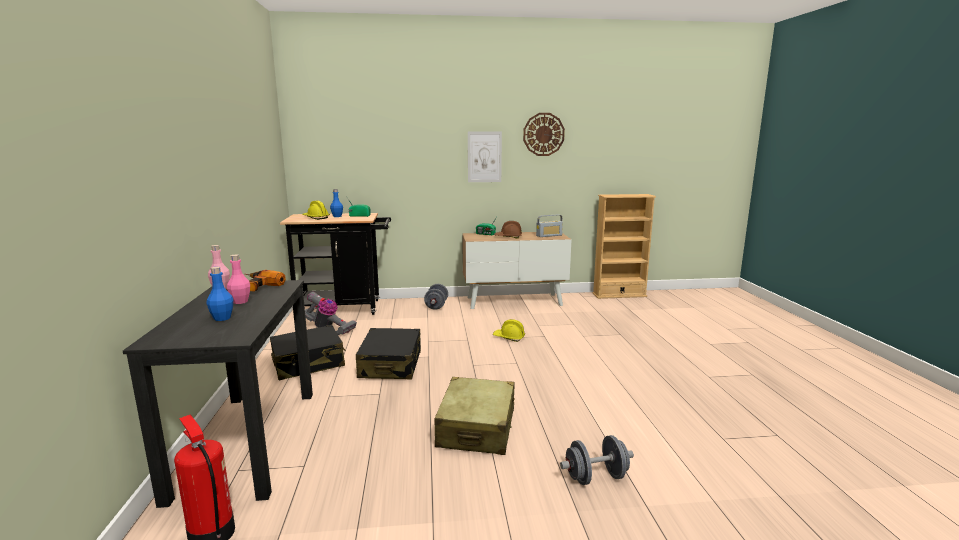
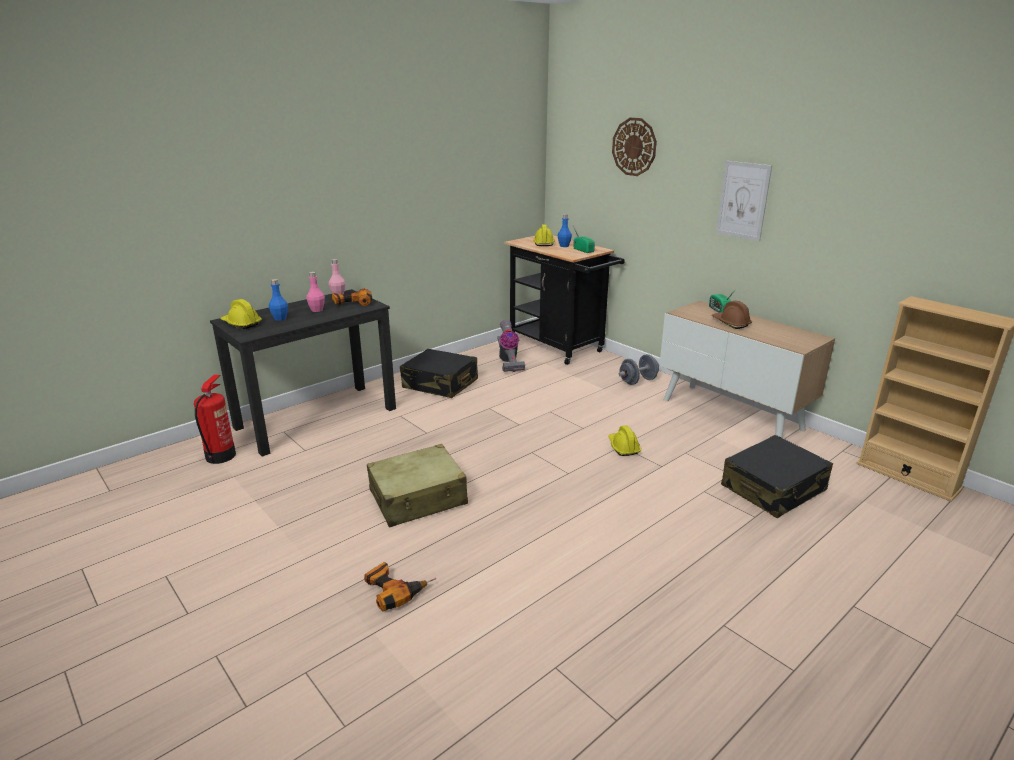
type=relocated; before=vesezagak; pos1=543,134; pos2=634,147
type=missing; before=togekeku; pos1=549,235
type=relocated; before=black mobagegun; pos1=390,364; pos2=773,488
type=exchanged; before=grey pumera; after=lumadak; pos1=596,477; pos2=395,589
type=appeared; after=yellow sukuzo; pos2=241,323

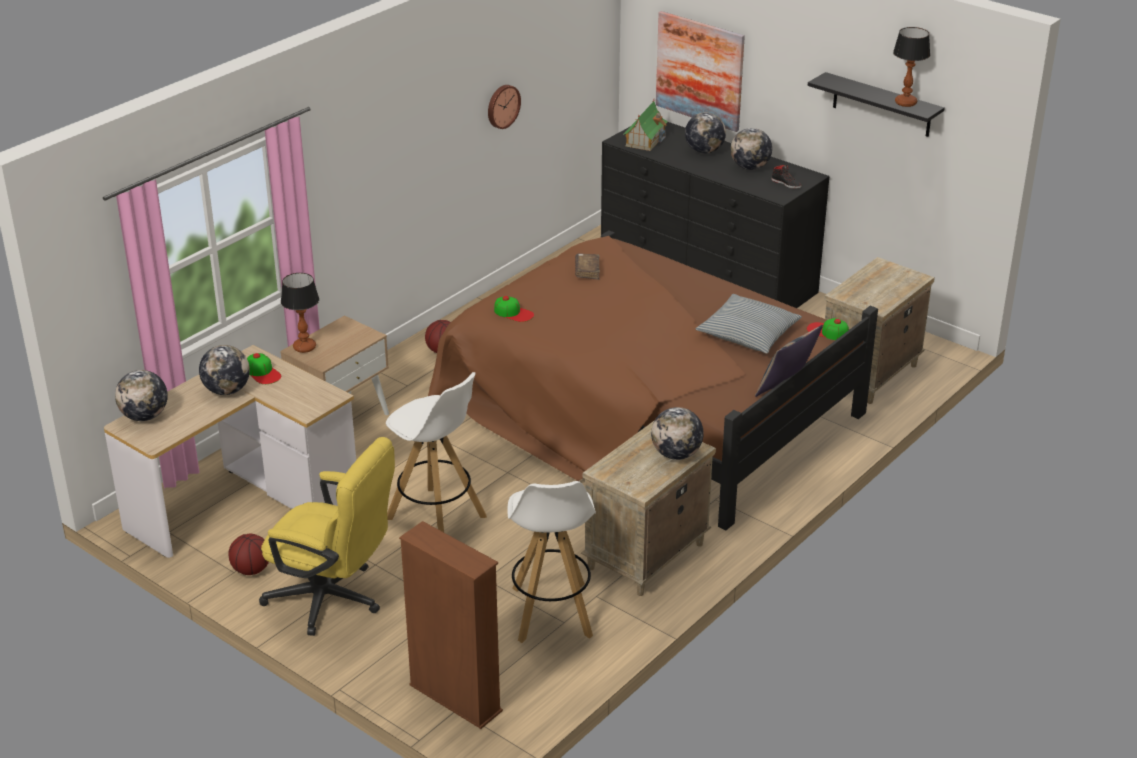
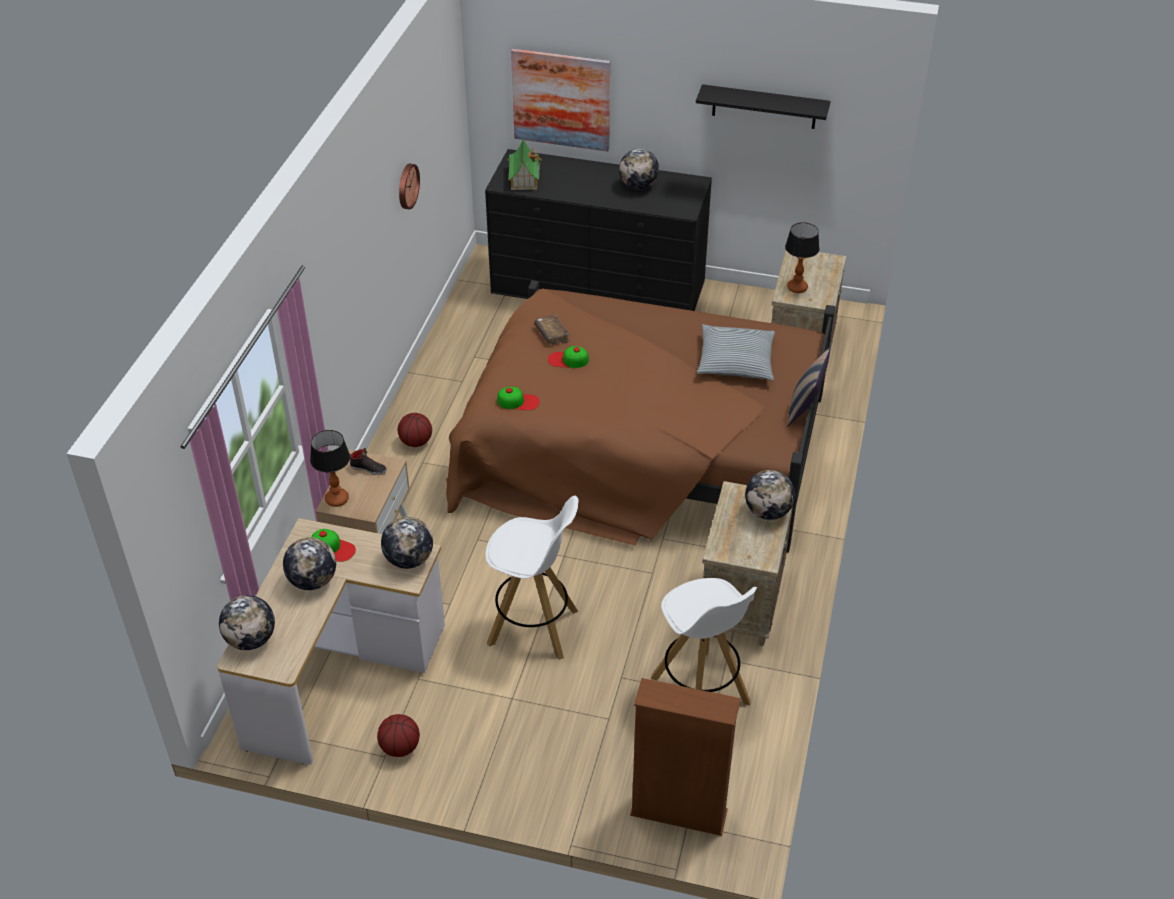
type=relocated; before=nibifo; pos1=905,102; pos2=797,287
type=relocated; before=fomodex; pos1=704,151; pos2=409,560
type=relocated; before=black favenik; pos1=786,183; pos2=369,468
type=relocated; before=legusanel; pos1=827,331; pos2=568,360
type=missing; before=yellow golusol; pos1=334,600

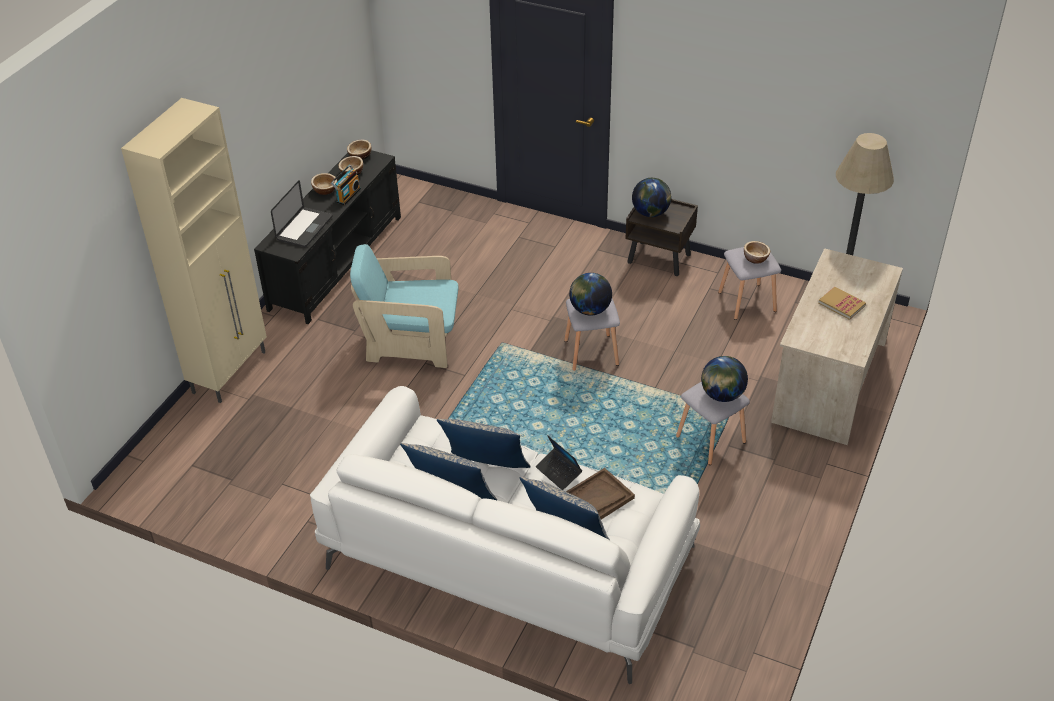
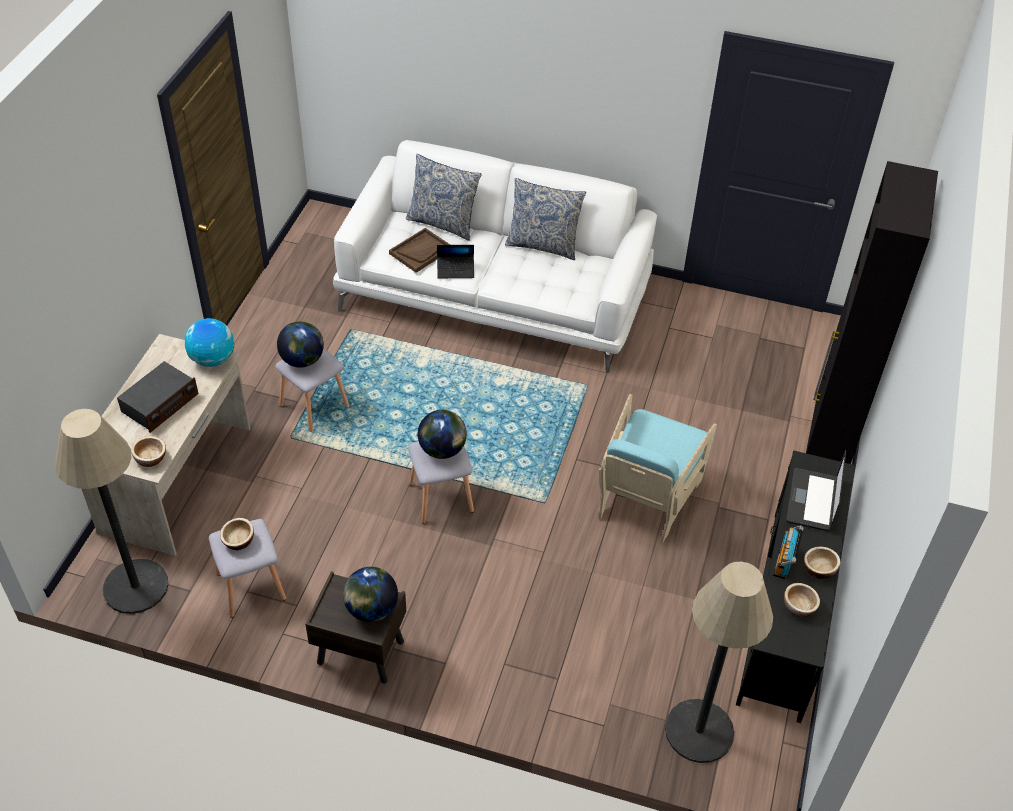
type=colour; before=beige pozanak; after=black pozanak; pos1=230,371; pos2=827,445
type=relocated; before=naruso; pos1=360,156; pos2=150,458
type=spun; before=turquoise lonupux; pos1=411,342; pos2=647,496; turn=120
type=exchanged; before=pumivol; after=togekeku; pos1=841,304; pos2=160,404
type=missing; before=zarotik; pos1=486,470
type=spun; before=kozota; pos1=558,472; pos2=455,270; turn=135
type=appeared; after=fomodex; pos2=212,359
type=appeared; after=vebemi; pos2=699,731

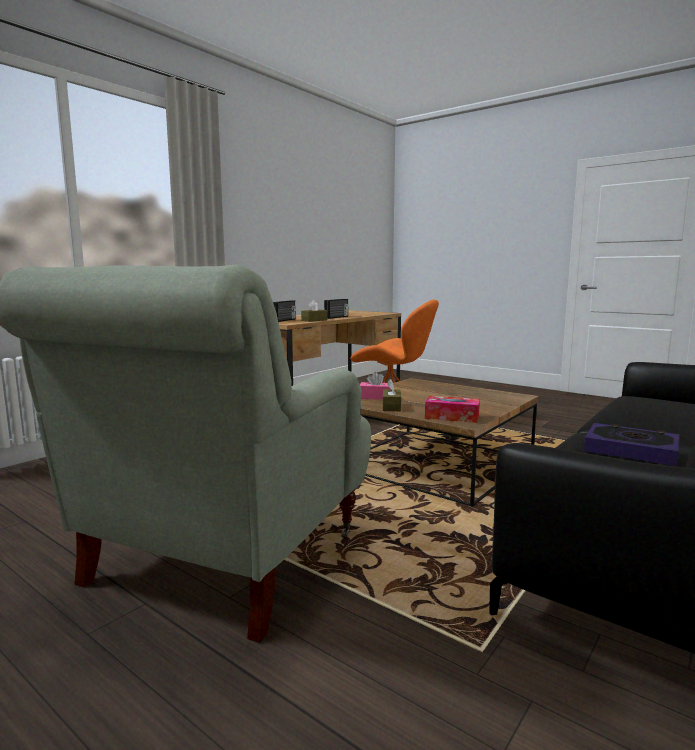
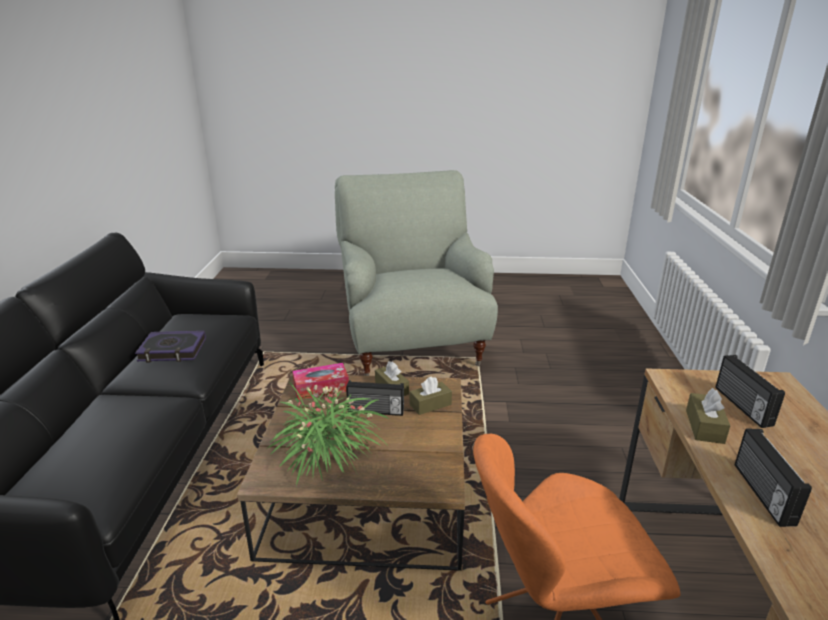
type=colour; before=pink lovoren; after=brown lovoren; pos1=375,397; pos2=430,404
type=appeared; after=togekeku; pos2=375,411
type=appeared; after=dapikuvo; pos2=327,452

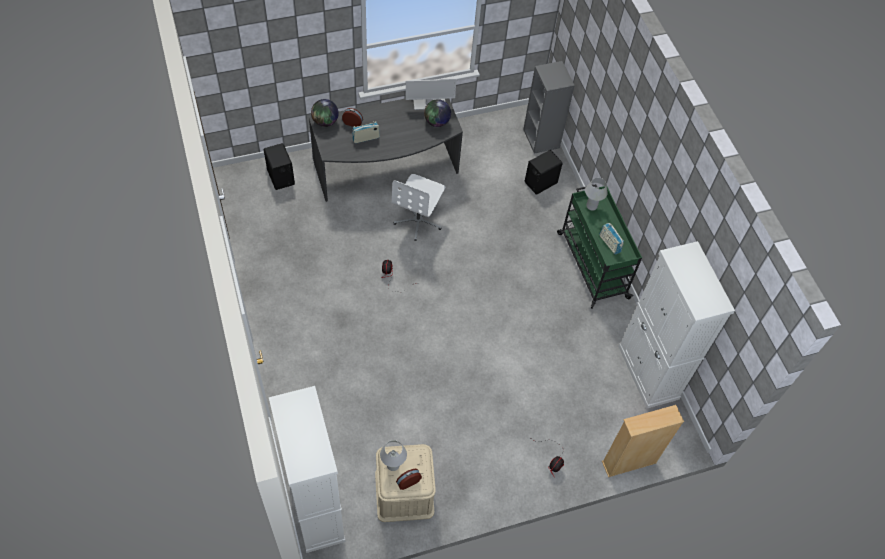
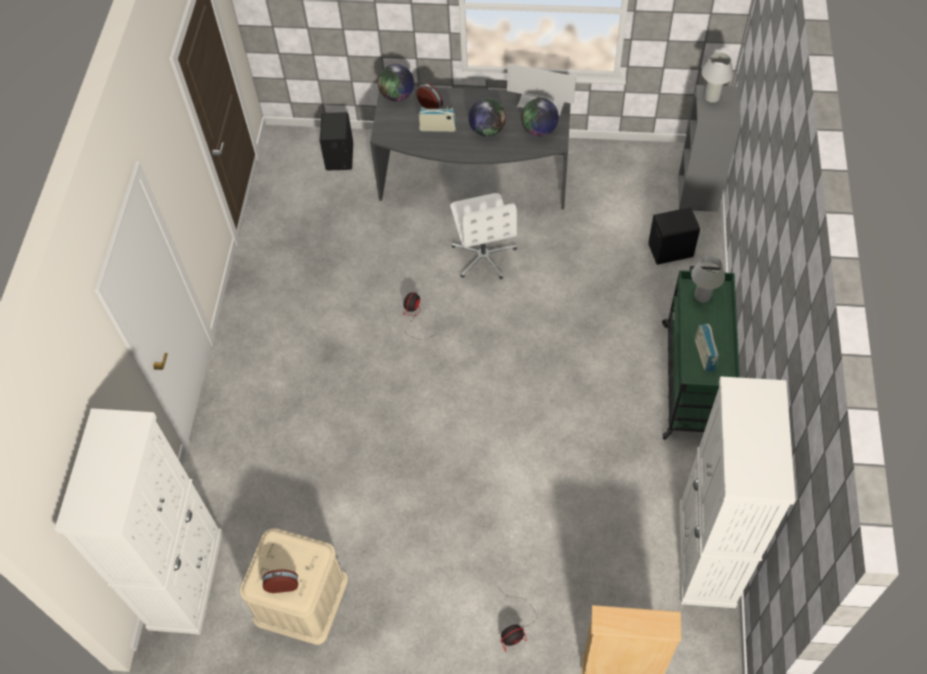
type=spun; before=white golusol; pos1=418,220; pos2=484,255; turn=-60
type=relocated; before=white nibifo; pos1=393,465; pos2=712,97
type=appeared; after=fomodex; pos2=487,130

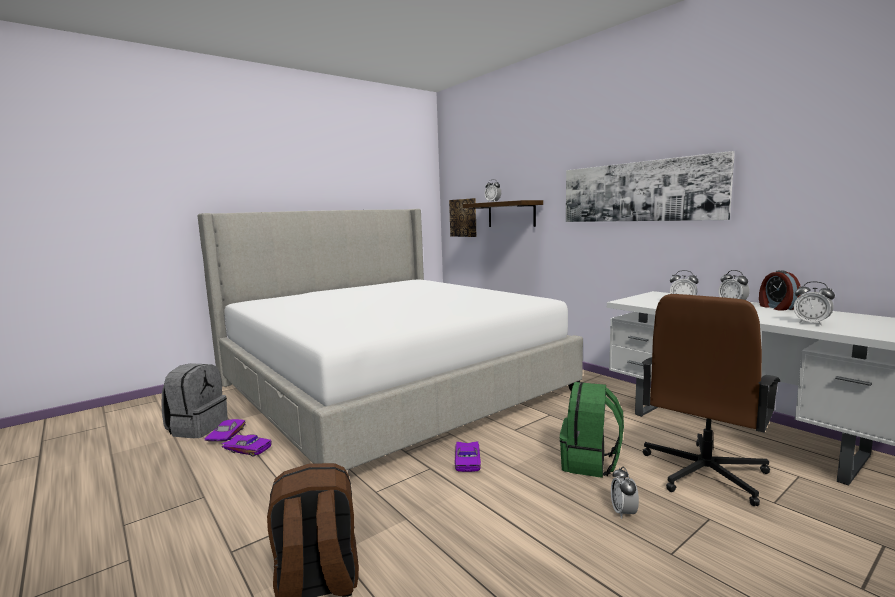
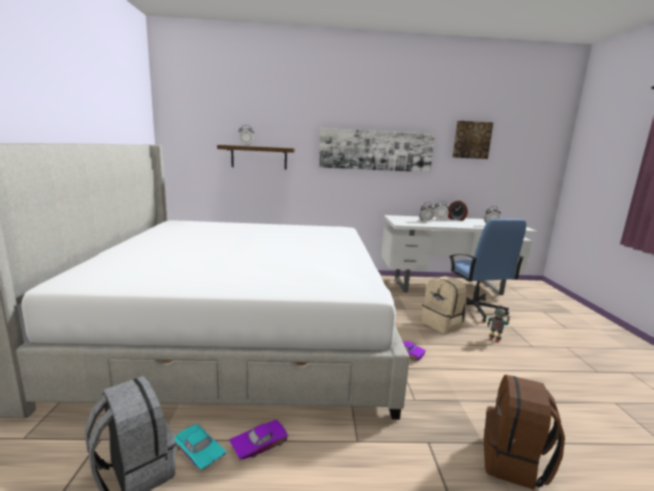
type=relocated; before=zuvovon; pos1=463,218; pos2=471,140
type=colour; before=brown golusol; after=blue golusol; pos1=703,473; pos2=474,309
type=colour; before=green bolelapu; after=beige bolelapu; pos1=590,463; pos2=442,324
type=colour; before=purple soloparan; after=turquoise soloparan; pos1=225,435; pos2=197,453
type=exchanged; before=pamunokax; after=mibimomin; pos1=623,512; pos2=494,339

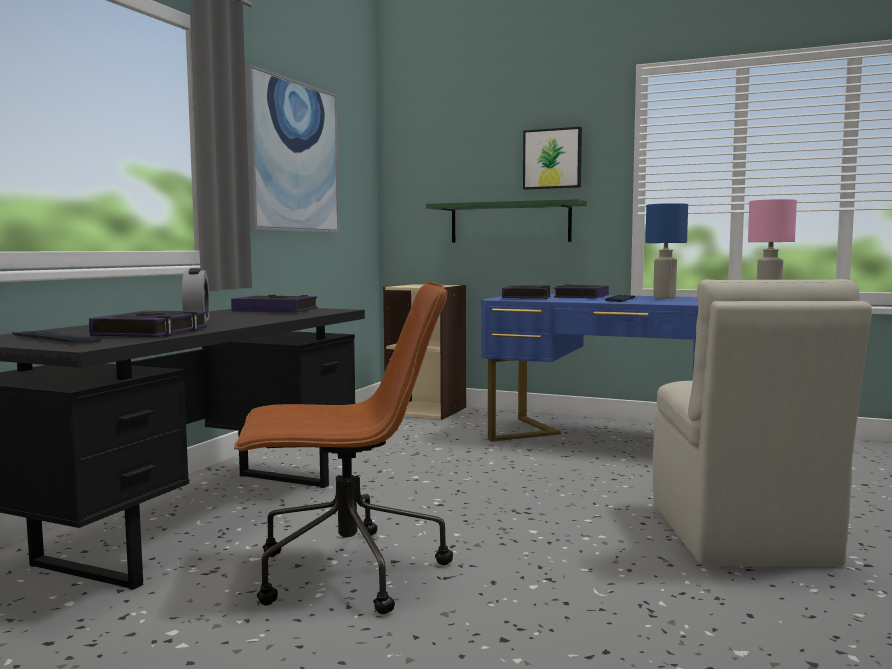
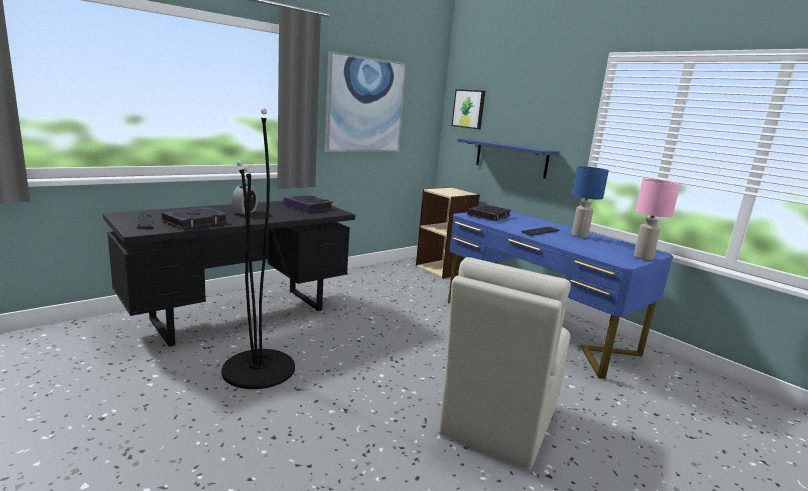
type=relocated; before=zuvovon; pos1=552,159; pos2=469,109
type=colour; before=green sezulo; after=blue sezulo; pos1=510,222; pos2=511,158
type=exchanged; before=brown golusol; after=black vebemi; pos1=345,572; pos2=259,369
type=missing; before=pumivol; pos1=581,297

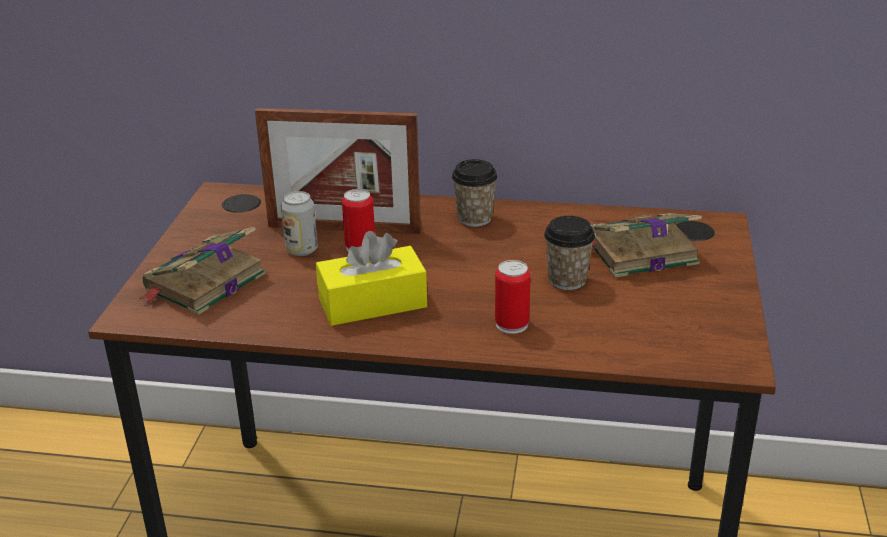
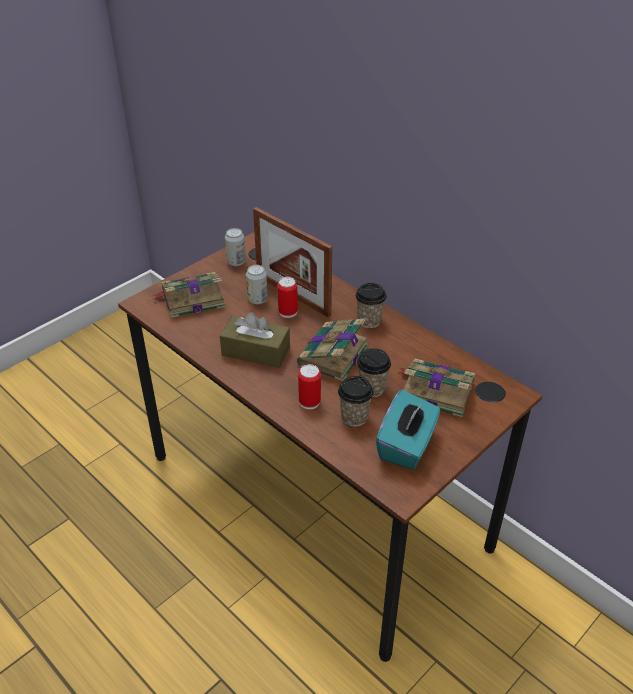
type=colour; before=yellow lovoren; after=brown lovoren; pos1=372,303; pos2=256,351
type=appeared; after=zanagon; pos2=236,262
type=appeared; after=pumivol; pos2=332,356
type=appeared; after=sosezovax; pos2=354,417
type=appeared; after=turquoise lovoren; pos2=407,445

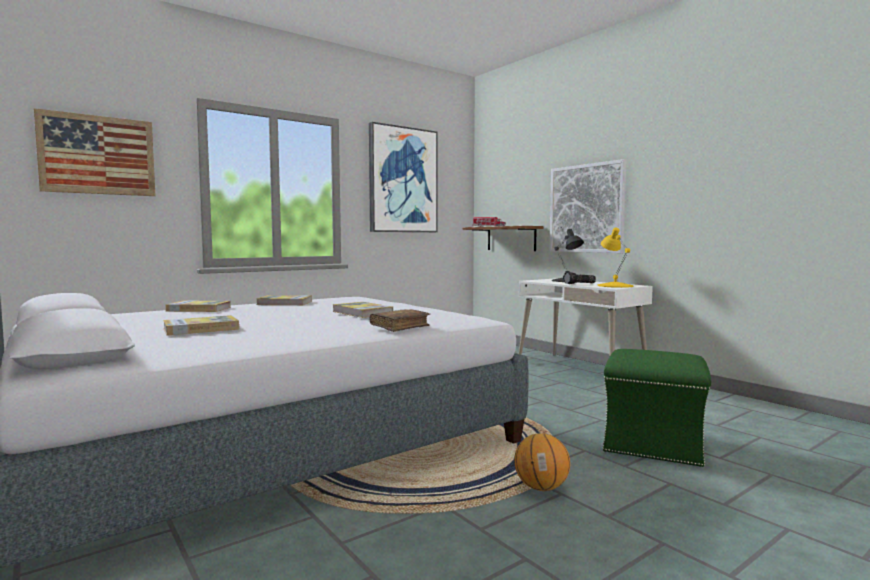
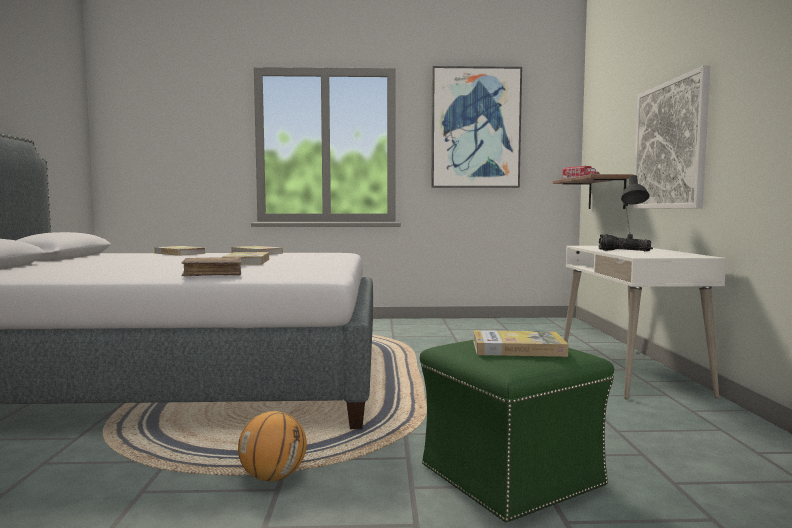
type=missing; before=zuvovon; pos1=98,155
type=missing; before=yellow nibifo; pos1=615,286
type=relocated; before=pumivol; pos1=201,329; pos2=518,348

